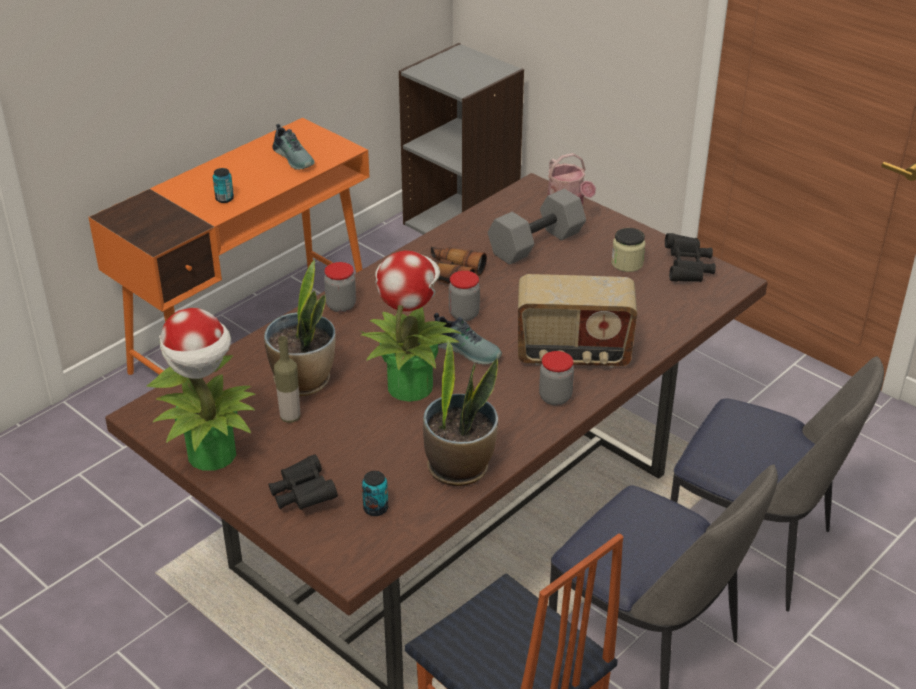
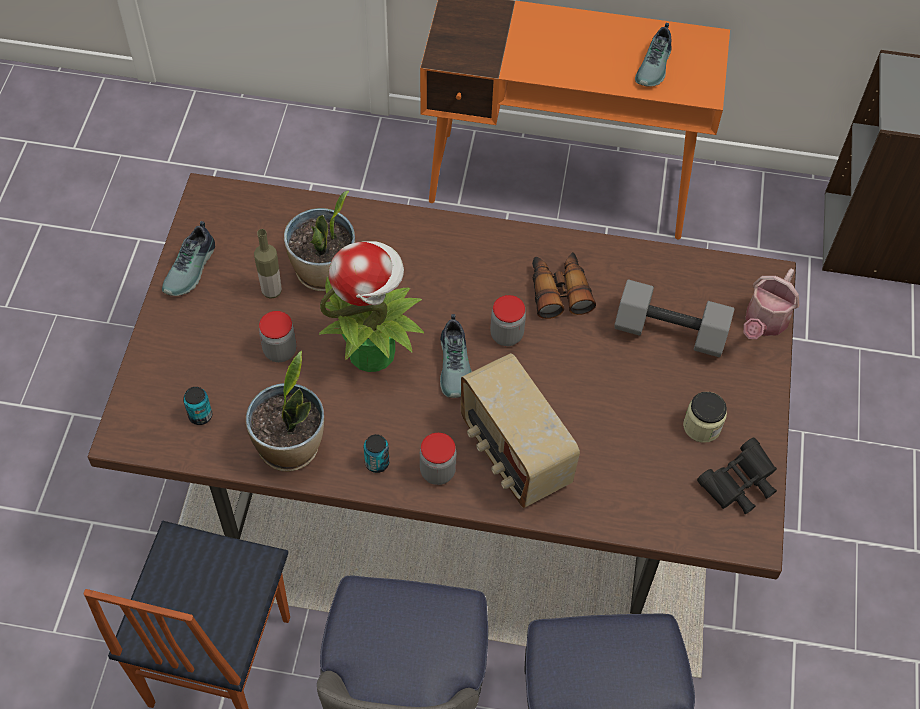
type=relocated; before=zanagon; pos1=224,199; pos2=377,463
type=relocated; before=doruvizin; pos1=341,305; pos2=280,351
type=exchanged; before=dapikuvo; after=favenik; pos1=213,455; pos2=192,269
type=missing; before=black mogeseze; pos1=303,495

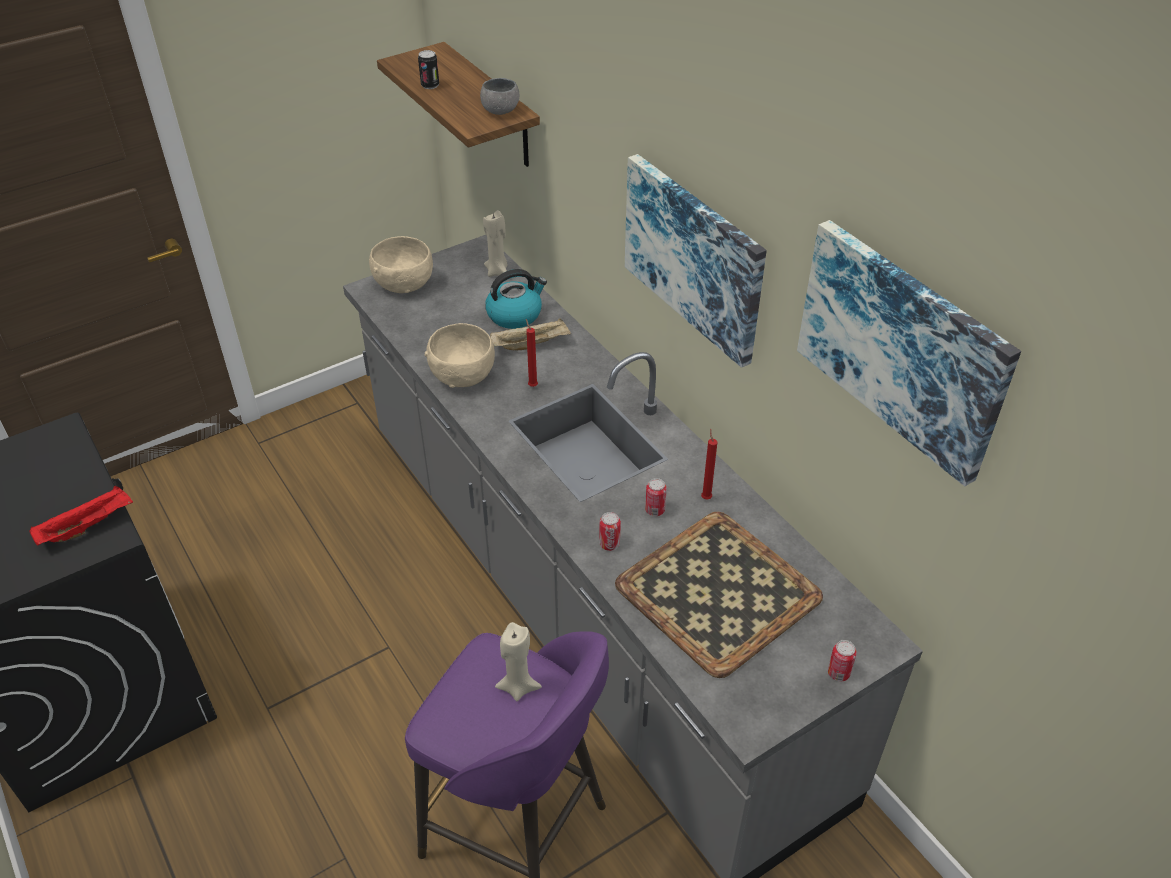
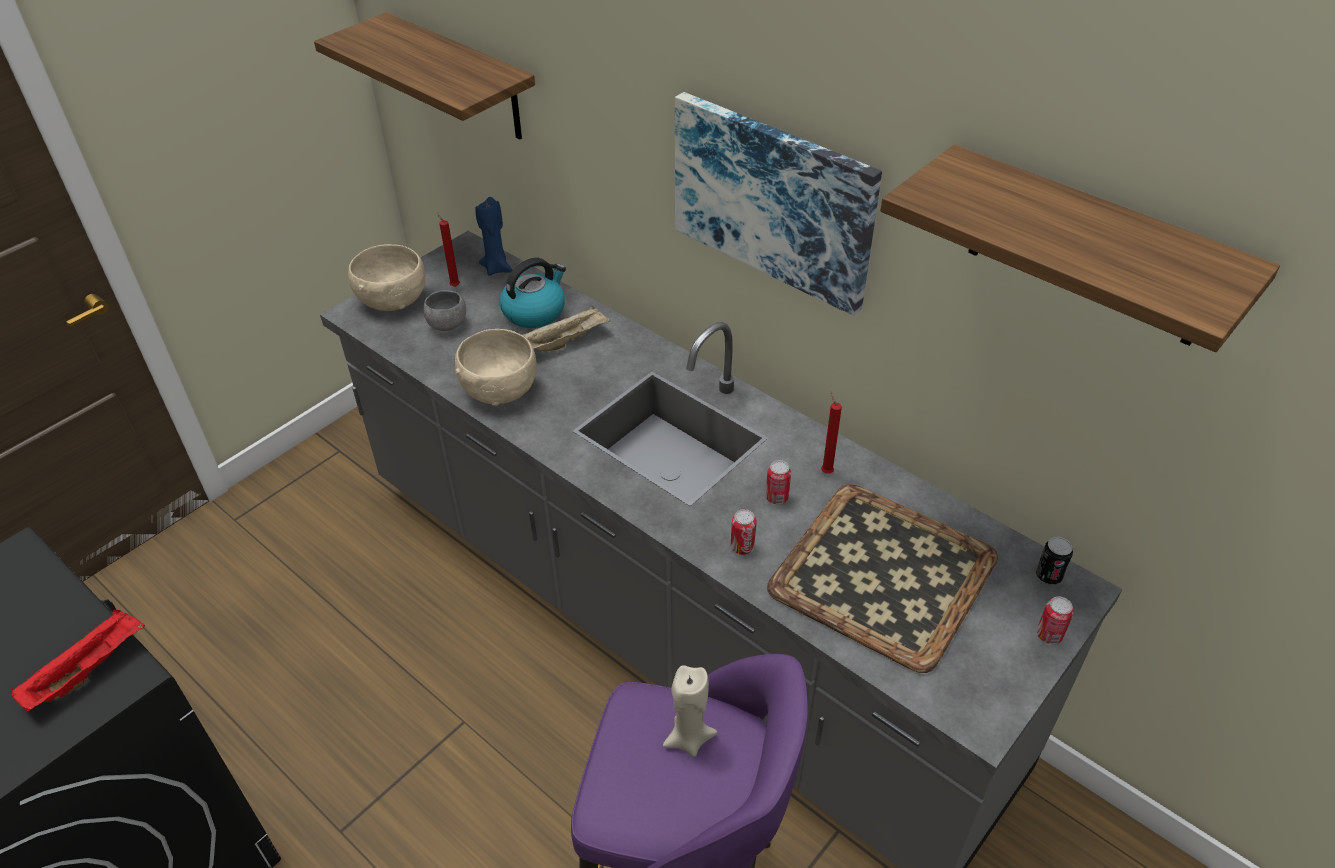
type=relocated; before=zanagon; pos1=430,85; pos2=1048,576
type=relocated; before=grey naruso; pos1=500,111; pos2=447,324
type=colour; before=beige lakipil; after=blue lakipil; pos1=498,271; pos2=497,268
type=exchanged; before=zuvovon; after=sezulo; pos1=903,347; pos2=1089,249
type=relocated; before=red lakipil; pos1=532,385; pos2=454,285

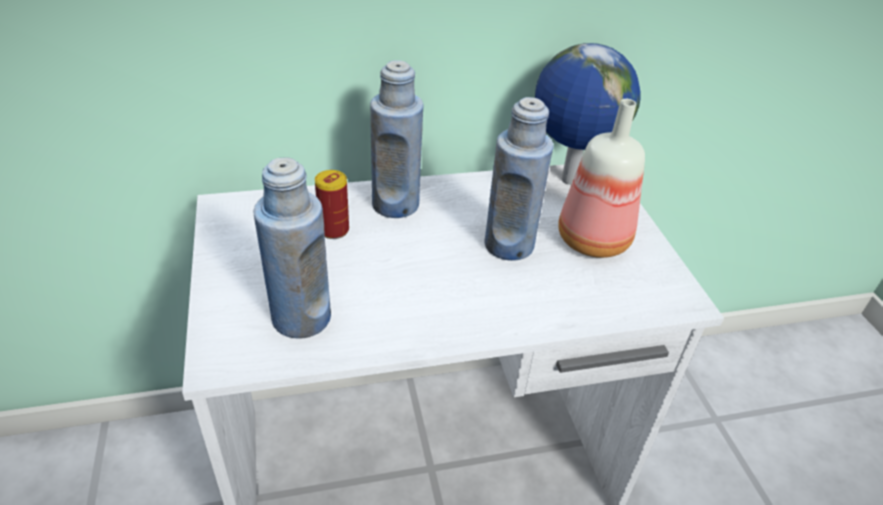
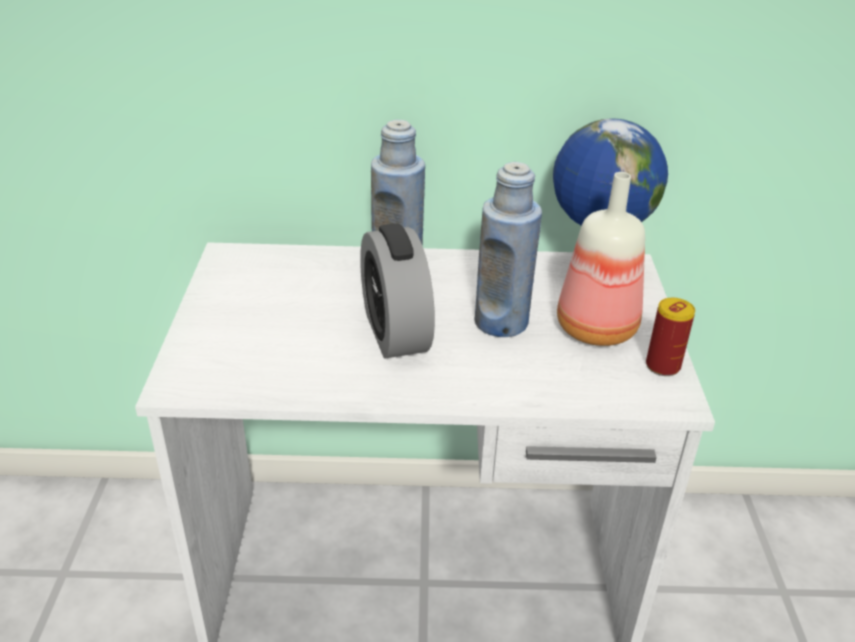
type=missing; before=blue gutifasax; pos1=301,318
type=relocated; before=zanagon; pos1=334,230; pos2=662,366
type=appeared; after=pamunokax; pos2=395,332

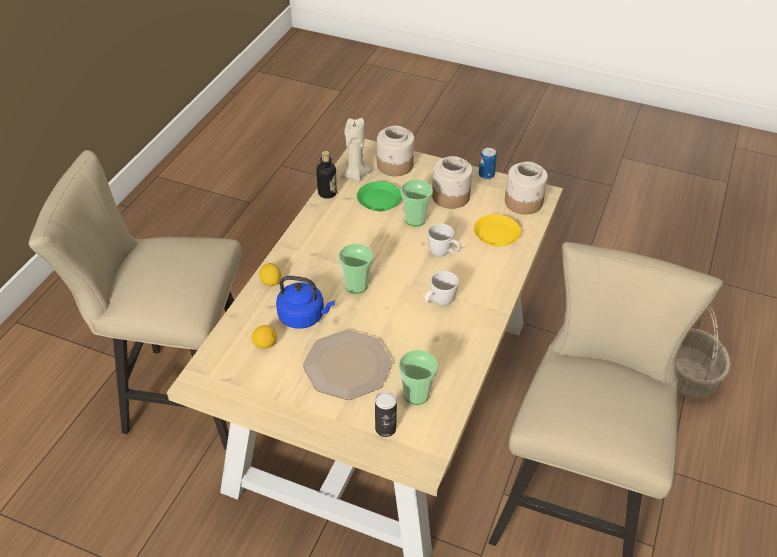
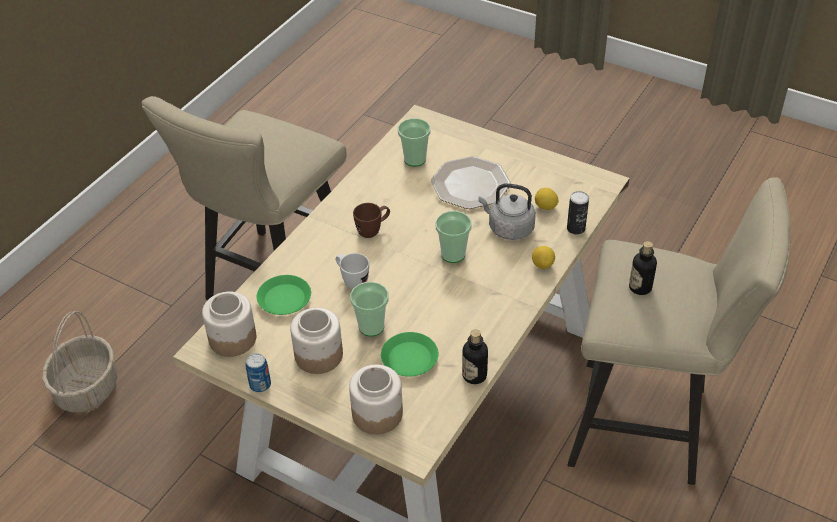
type=missing; before=beige lakipil; pos1=355,175
type=colour; before=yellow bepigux; after=green bepigux; pos1=496,234; pos2=284,299
type=colour; before=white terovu; after=brown terovu; pos1=439,303; pos2=373,230
type=colour; before=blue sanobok; after=grey sanobok; pos1=304,316; pos2=508,228
type=relocated; before=zanagon; pos1=385,428; pos2=576,228
type=appeared; after=gutifasax; pos2=640,287

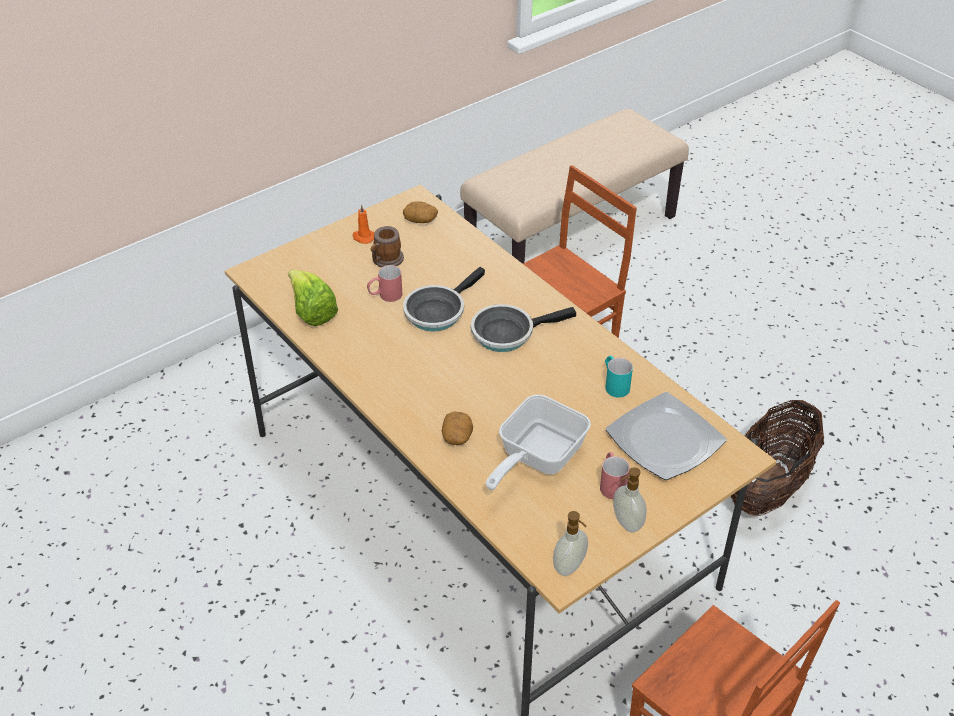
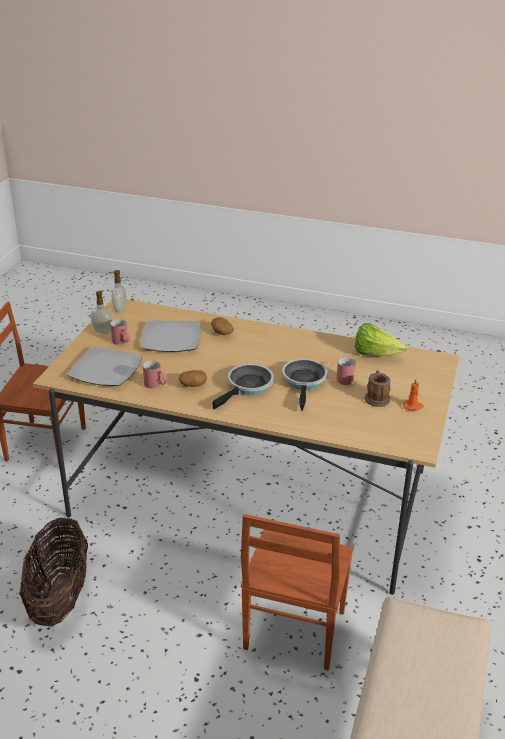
type=relocated; before=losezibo; pos1=421,220; pos2=193,385
type=colour; before=turquoise terovu; after=red terovu; pos1=614,384; pos2=156,385
type=exchanged; before=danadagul; after=bepigux; pos1=535,458; pos2=171,338

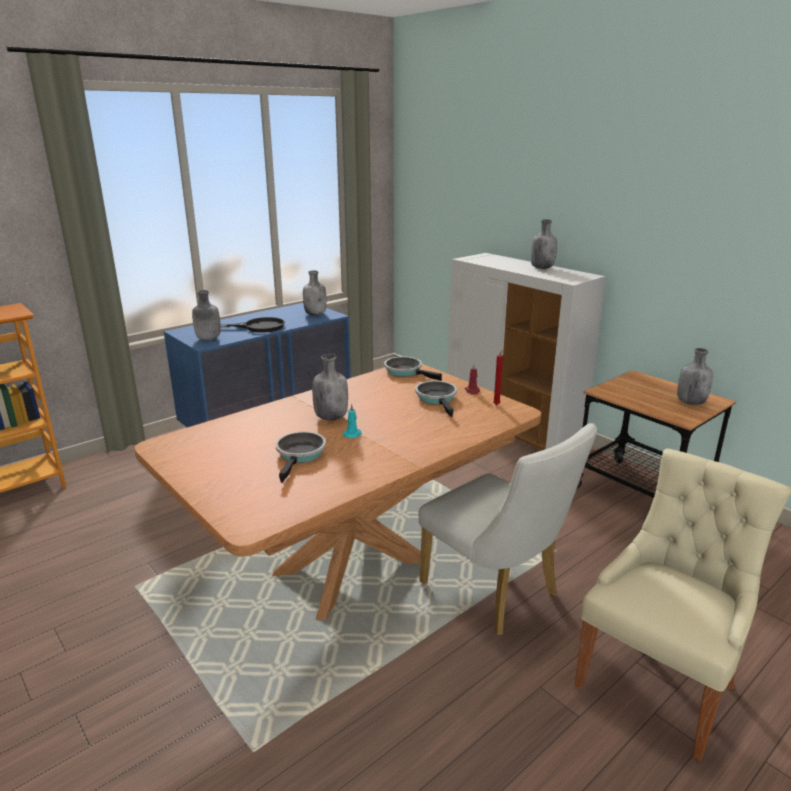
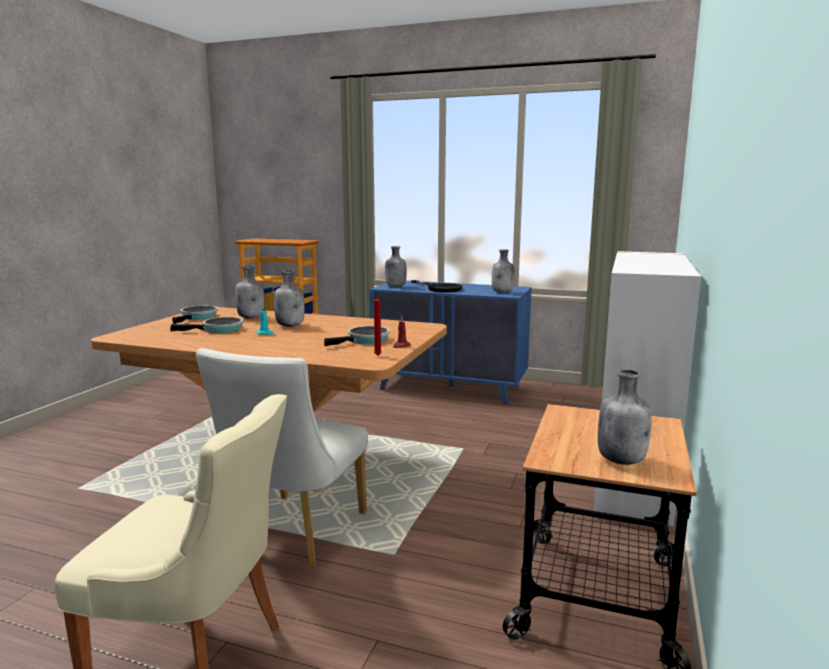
type=relocated; before=grey gutifasax; pos1=542,268; pos2=252,317
type=relocated; before=danadagul; pos1=406,371; pos2=198,317

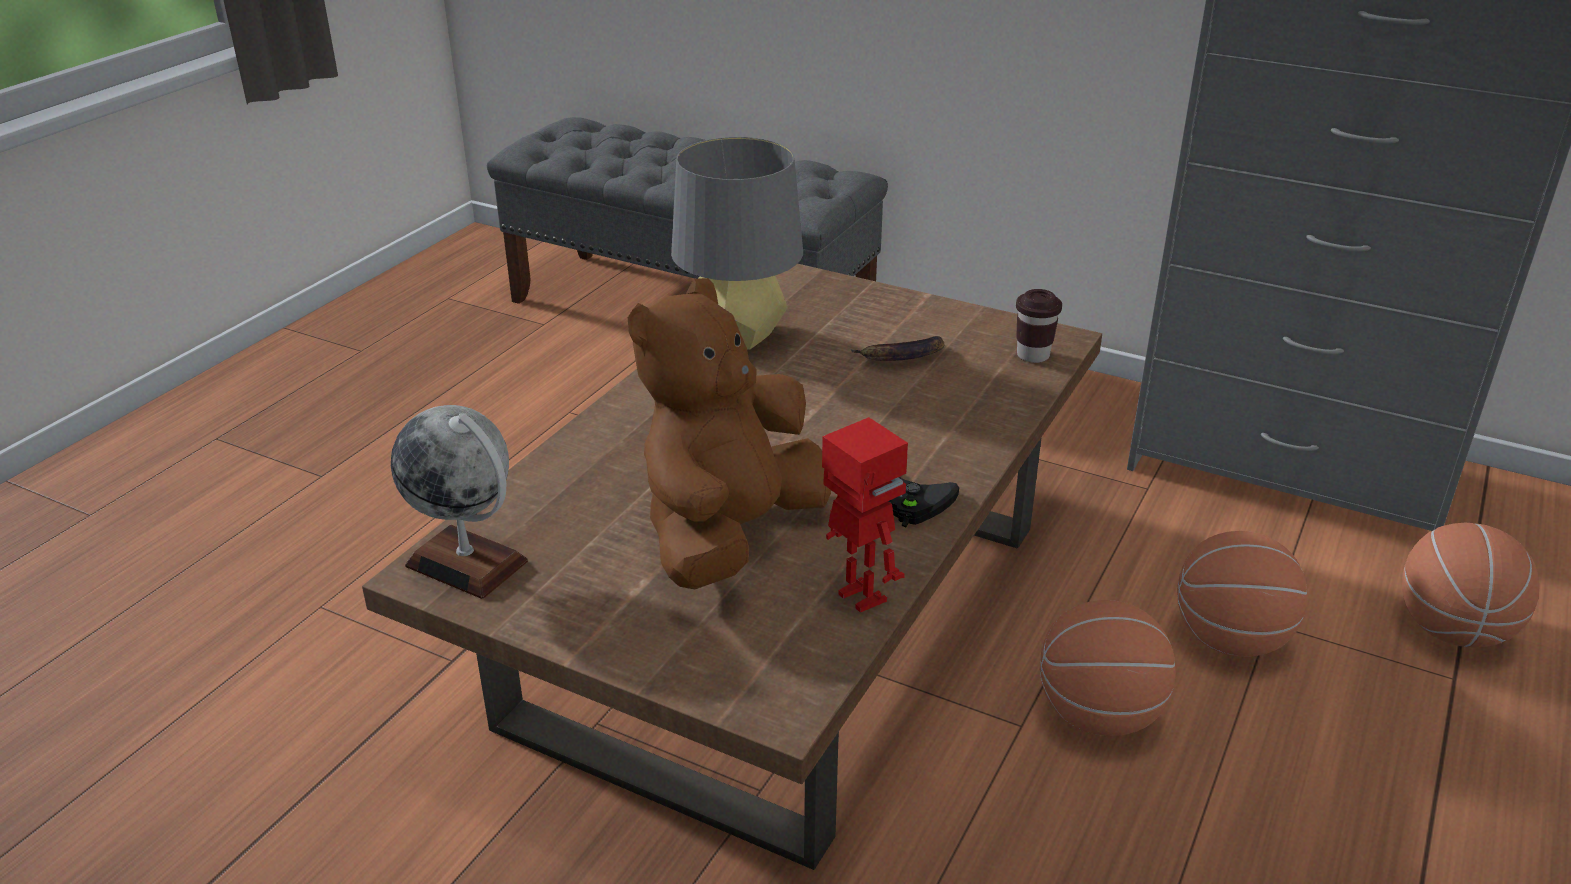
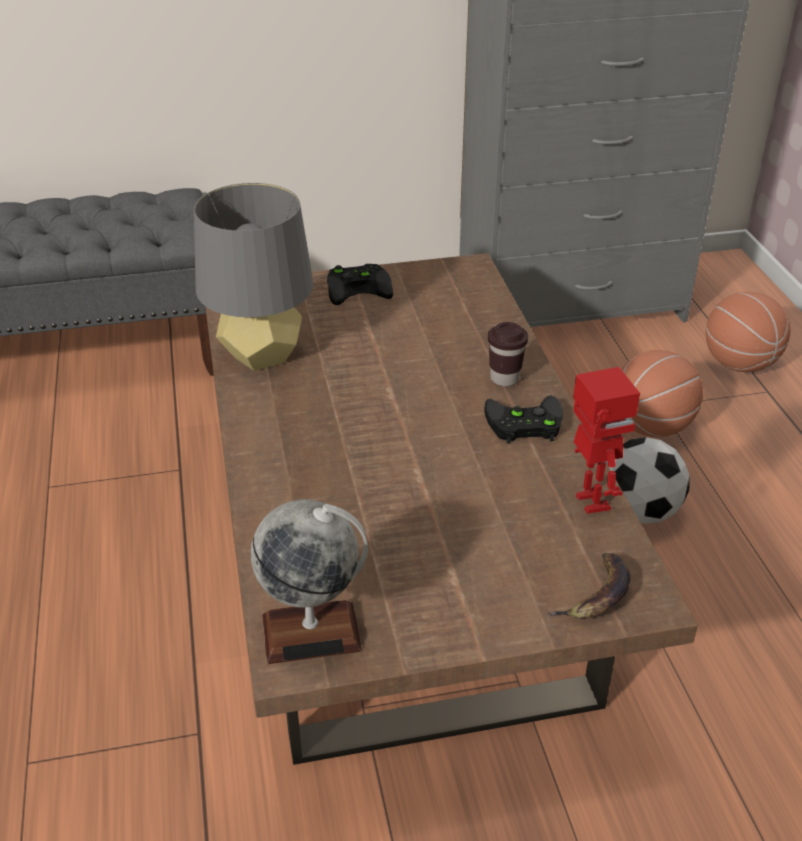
type=missing; before=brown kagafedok; pos1=729,535
type=relocated; before=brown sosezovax; pos1=1033,355; pos2=504,378
type=relocated; before=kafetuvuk; pos1=901,357; pos2=597,595
type=spun; before=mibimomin; pos1=859,598; pos2=590,502; turn=60
type=exchanged; before=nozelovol; after=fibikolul; pos1=1097,715; pos2=639,512
type=appeared; after=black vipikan; pos2=360,287

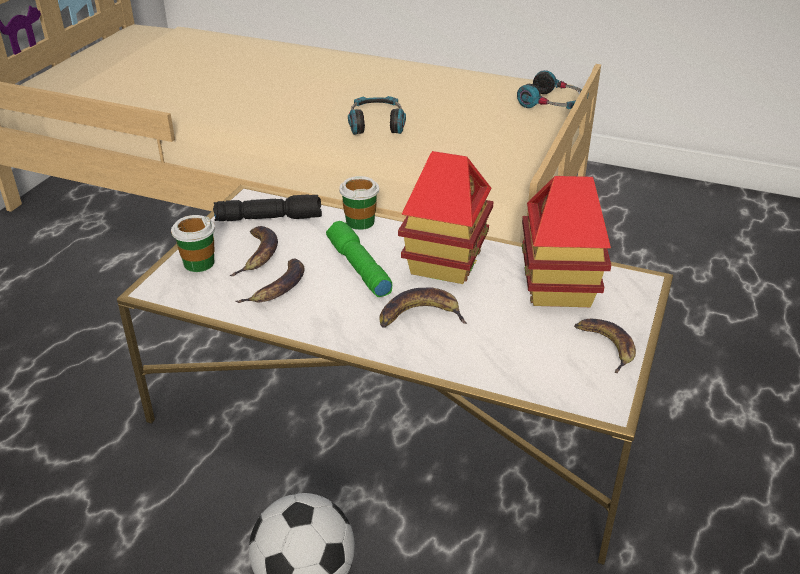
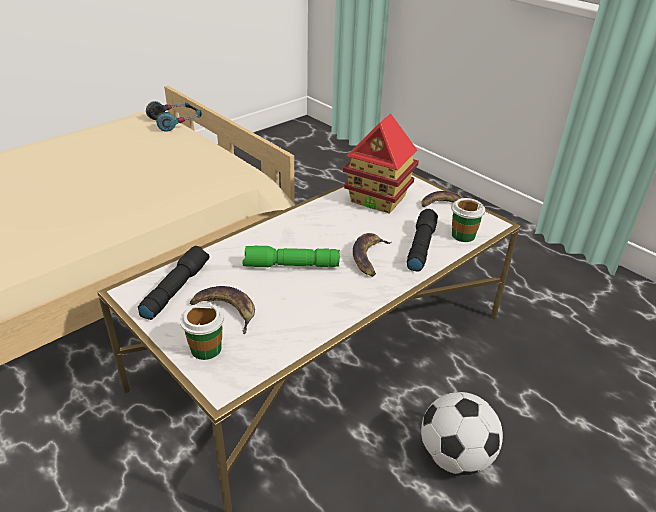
type=missing; before=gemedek; pos1=376,123
type=missing; before=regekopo; pos1=445,262
type=relocated; before=sosezovax; pos1=360,222; pos2=463,235
type=missing; before=kafetuvuk; pos1=278,288
type=appeared; after=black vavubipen; pos2=420,246

